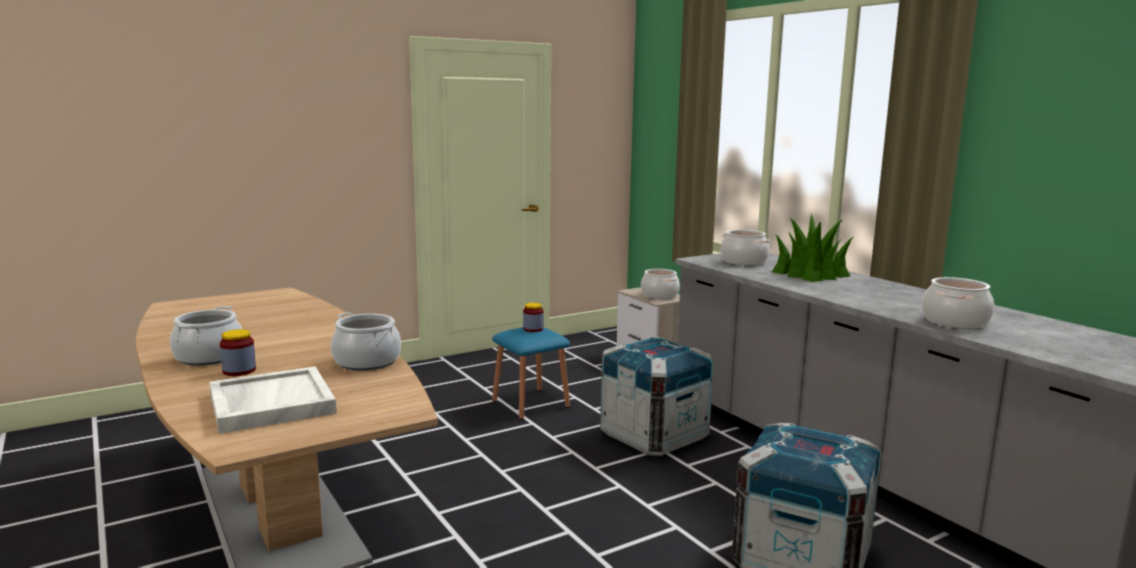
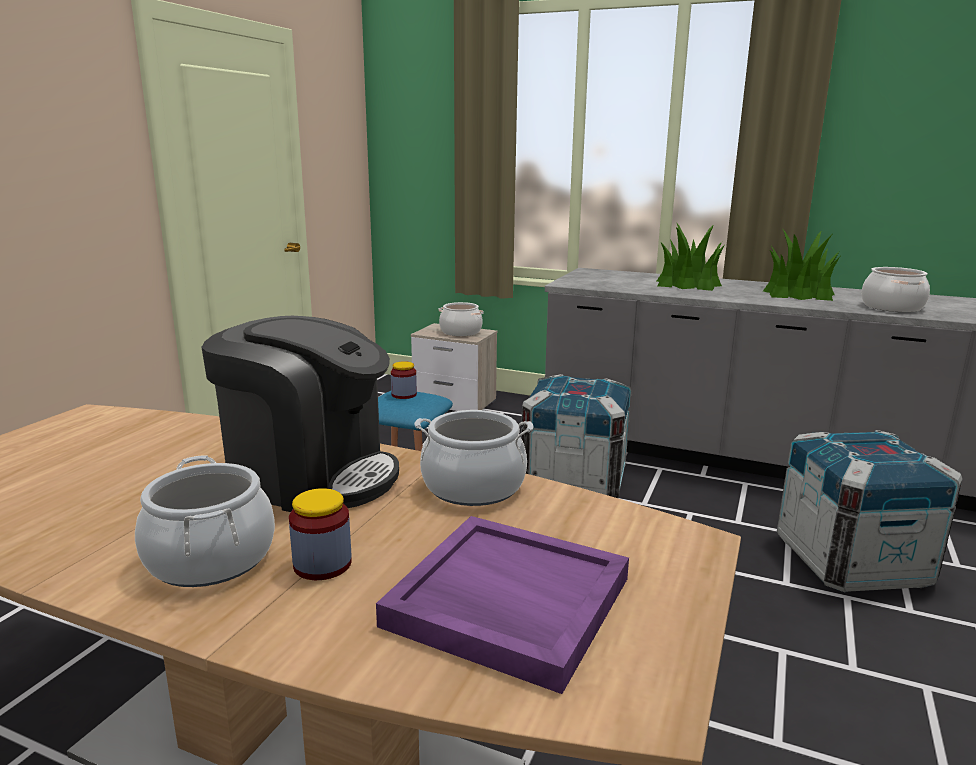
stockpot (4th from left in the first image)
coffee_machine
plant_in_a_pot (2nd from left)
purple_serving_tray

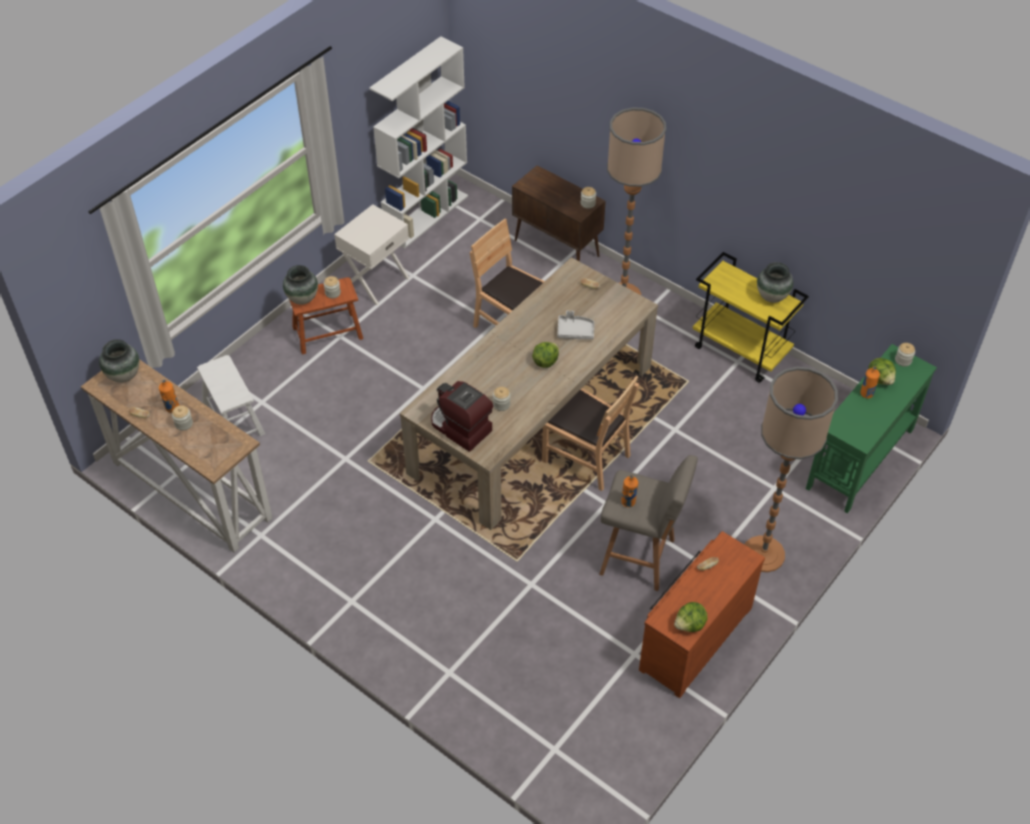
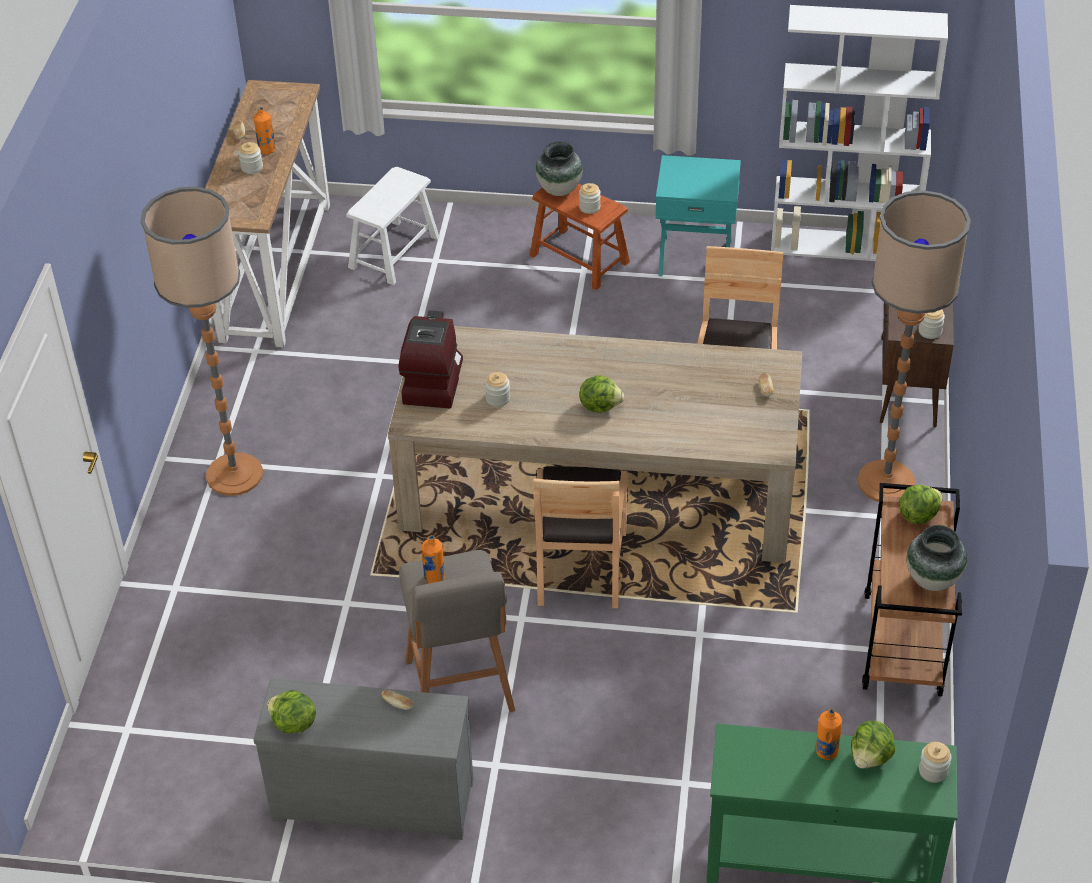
flower_vase (1st from left in the first image)
grey_serving_tray
lettuce_head (4th from left)
floor_lamp (1st from left)
turquoise-coloured_bedside_table
grey_dresser
brownish_wheeled_cart

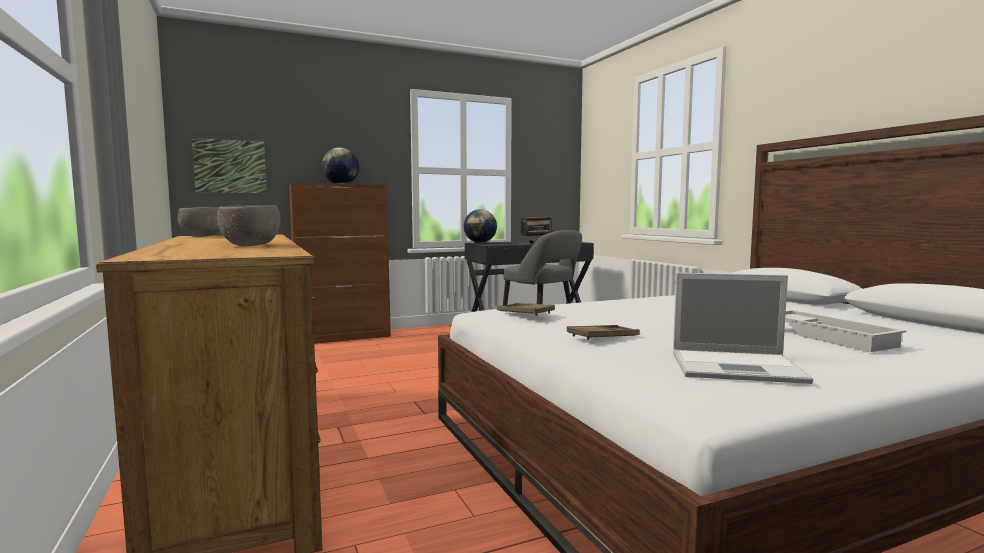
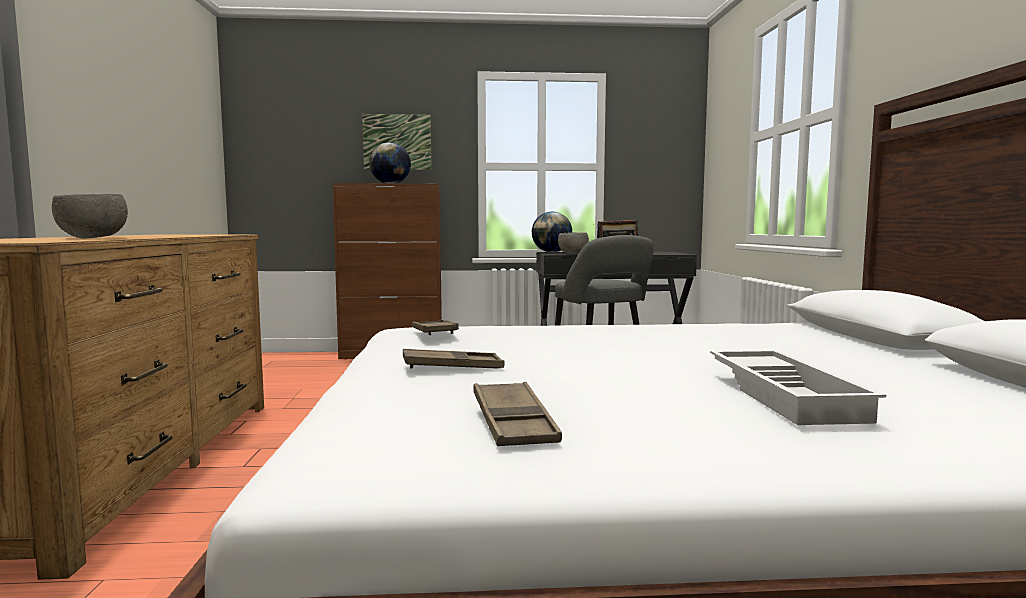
grey_bowl (2nd from left)
picture
brownish_serving_tray (3rd from left)

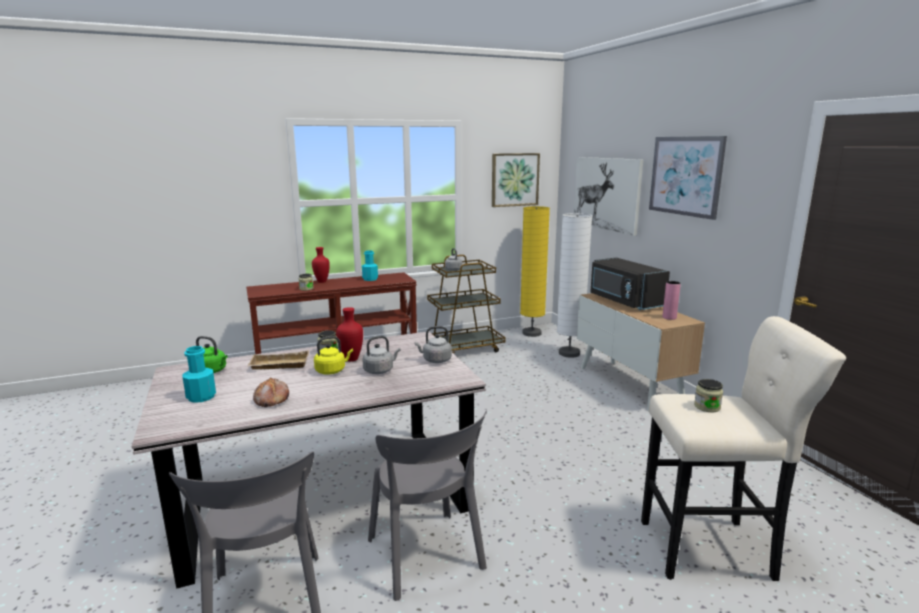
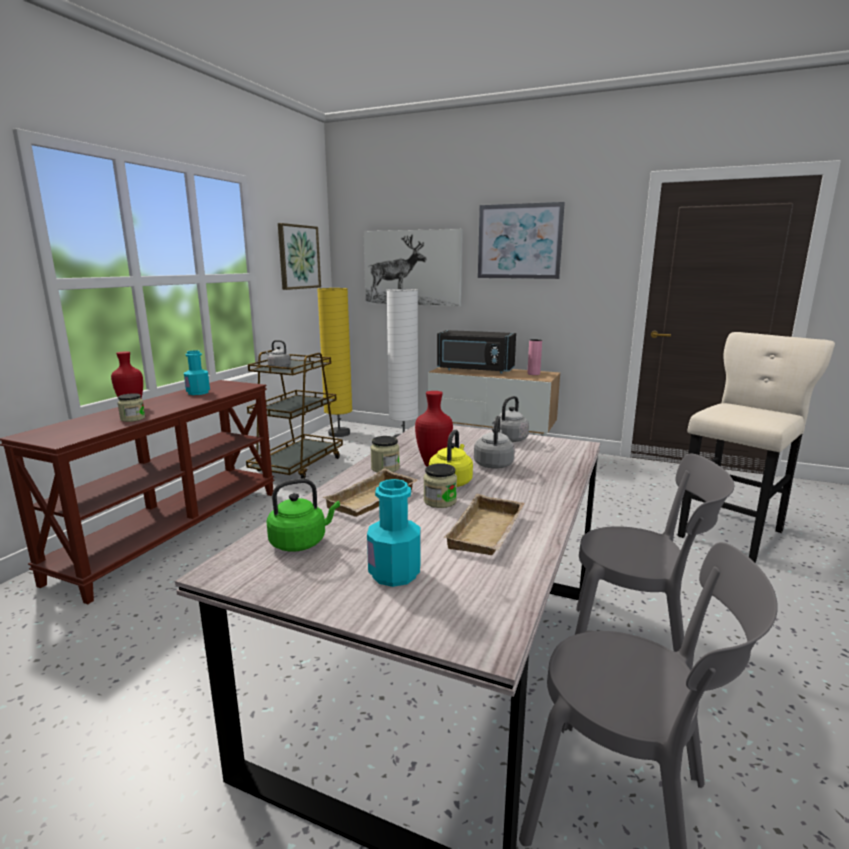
preserve_jar (3rd from left)
beige_serving_tray (2nd from left)

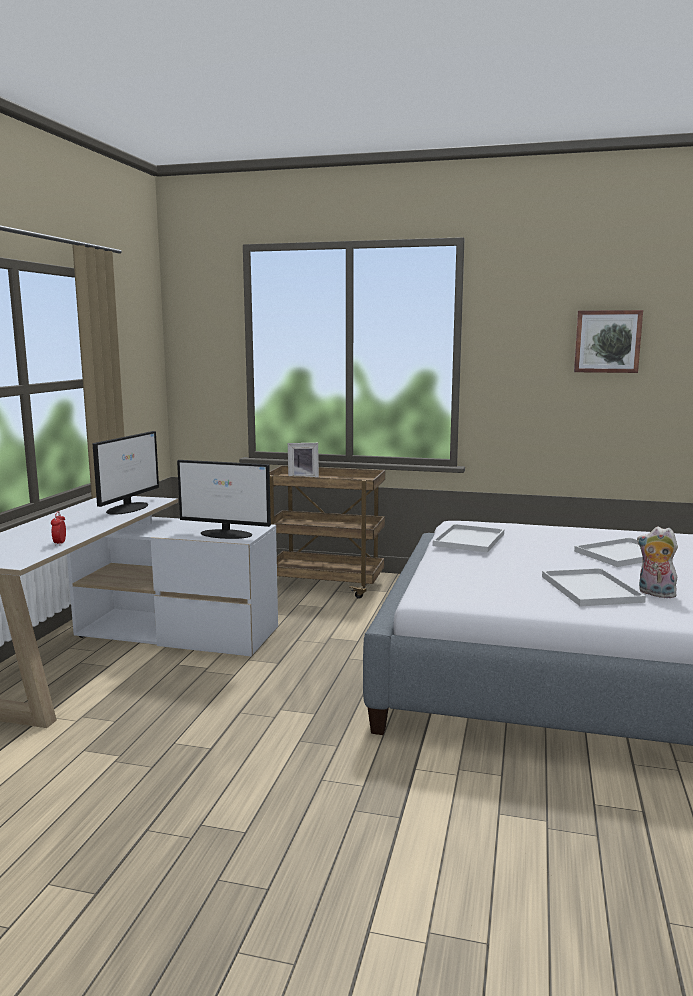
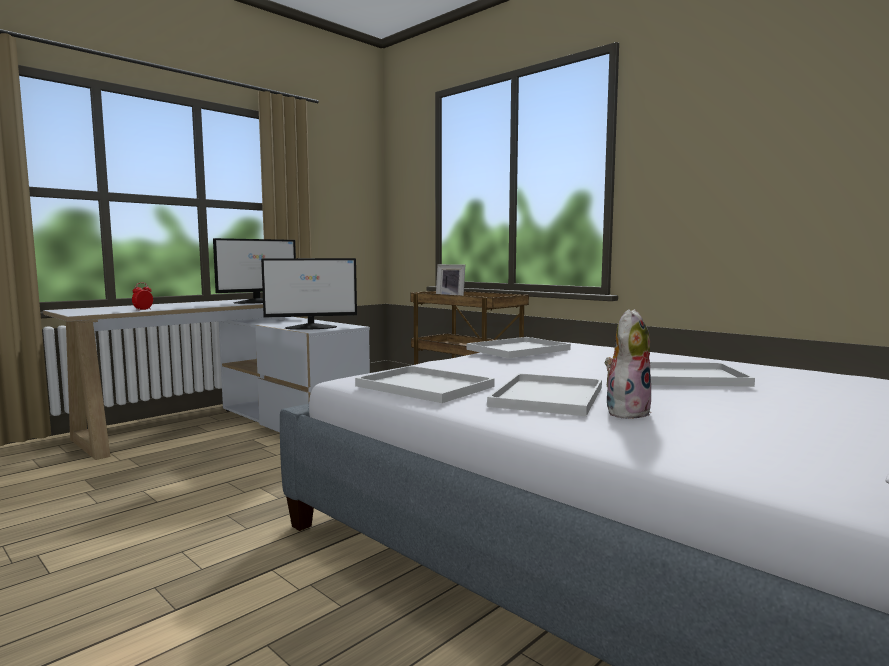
picture
white-coloured_serving_tray (1st from left)
monitor (2nd from left)
cuddly_toy

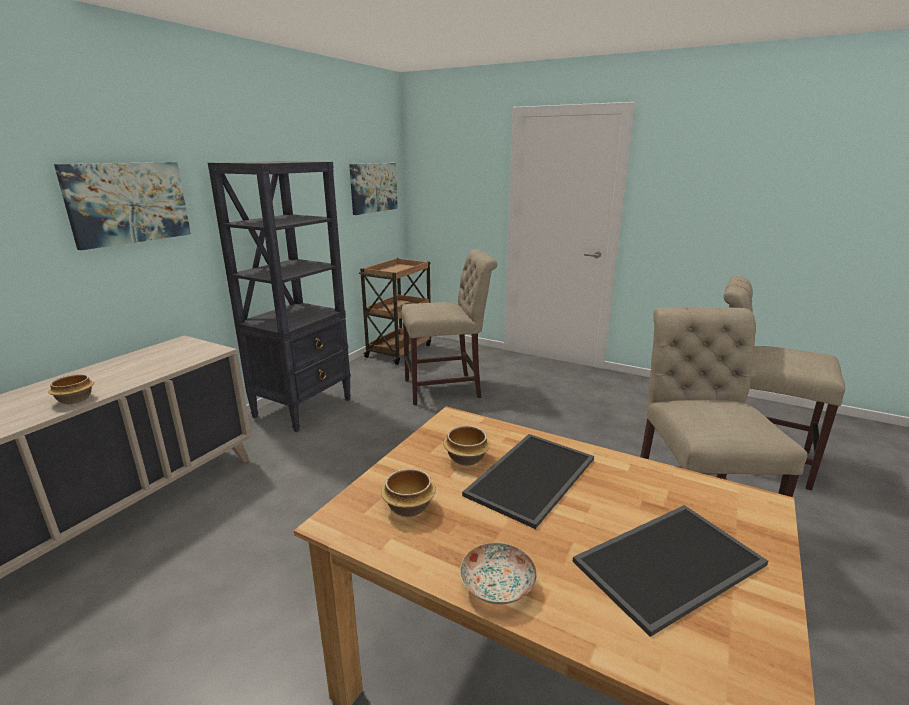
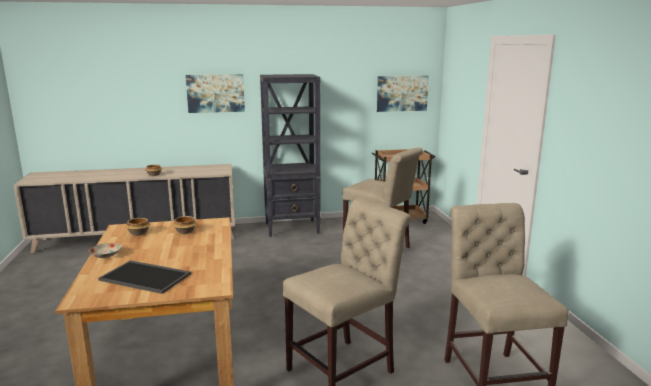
serving_tray (1st from left in the first image)

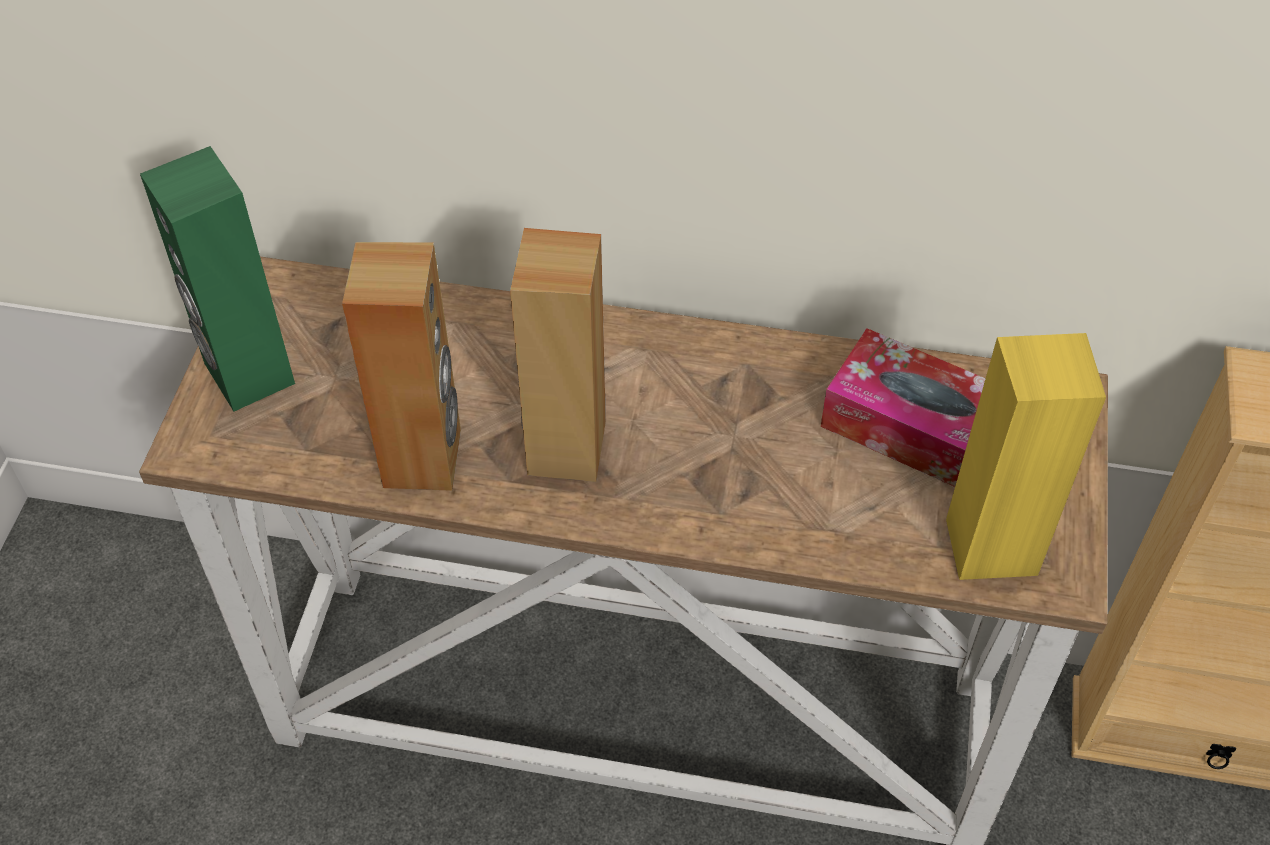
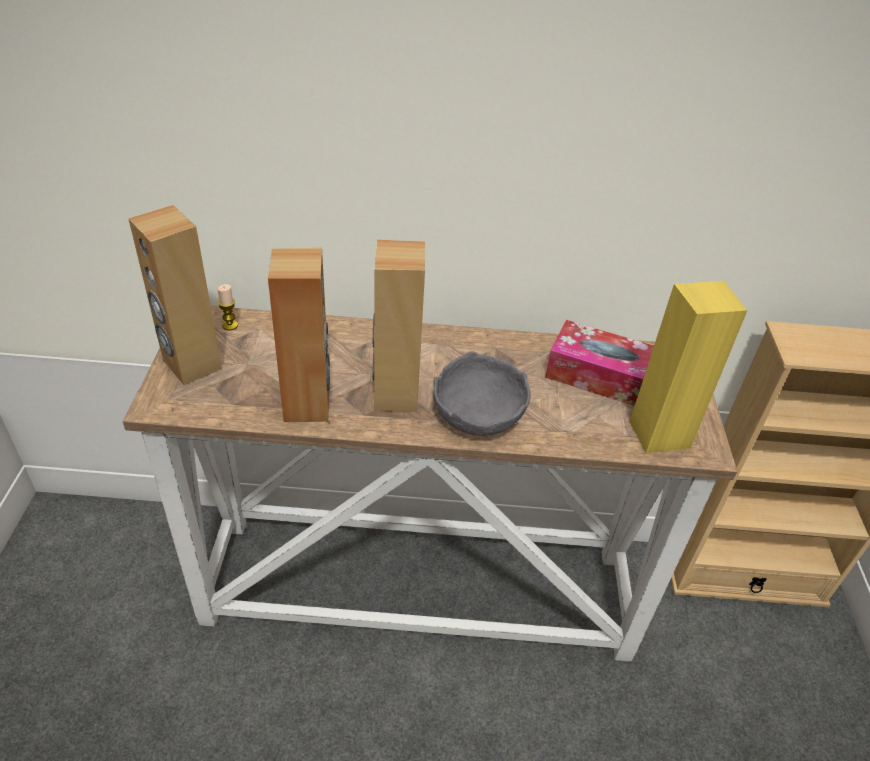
wax_candle
grey_bowl
brownish_audio_speaker (1st from left)

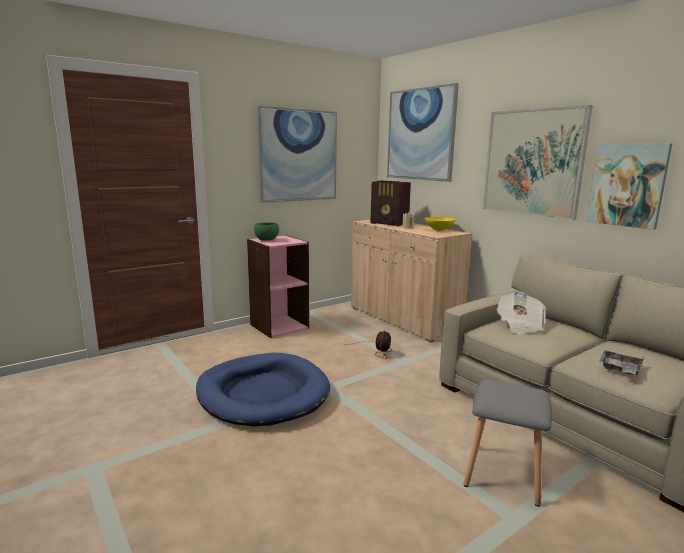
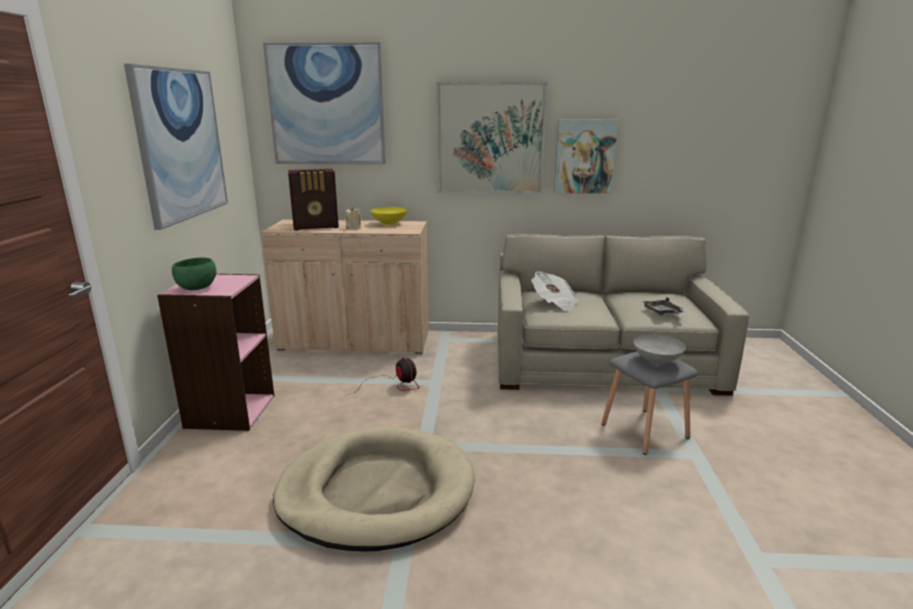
grey_bowl
beige_dog_cushion

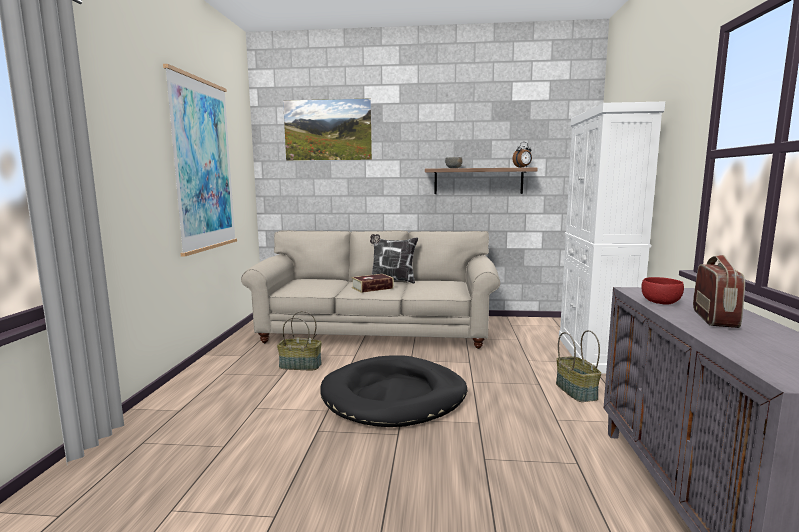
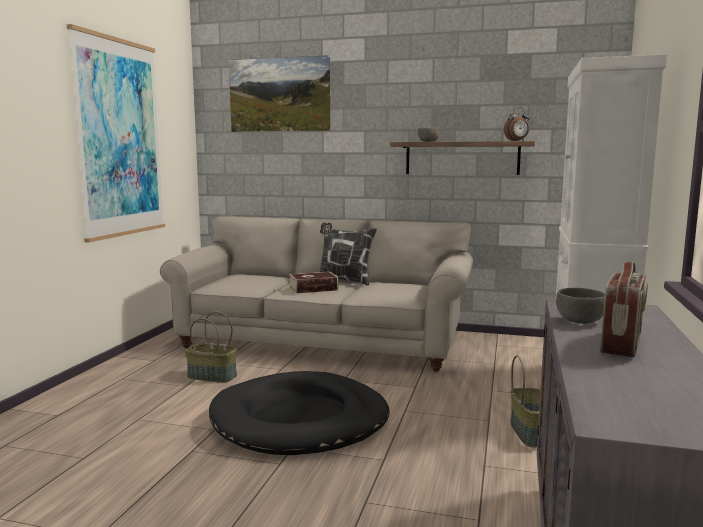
grey_bowl (2nd from left)

